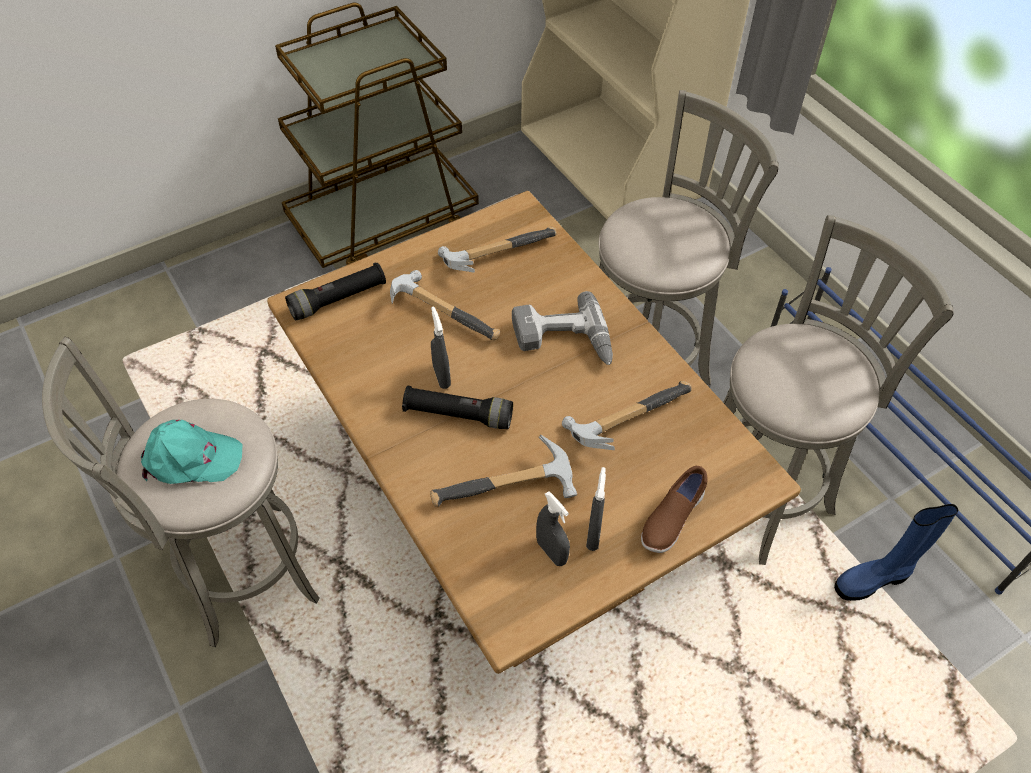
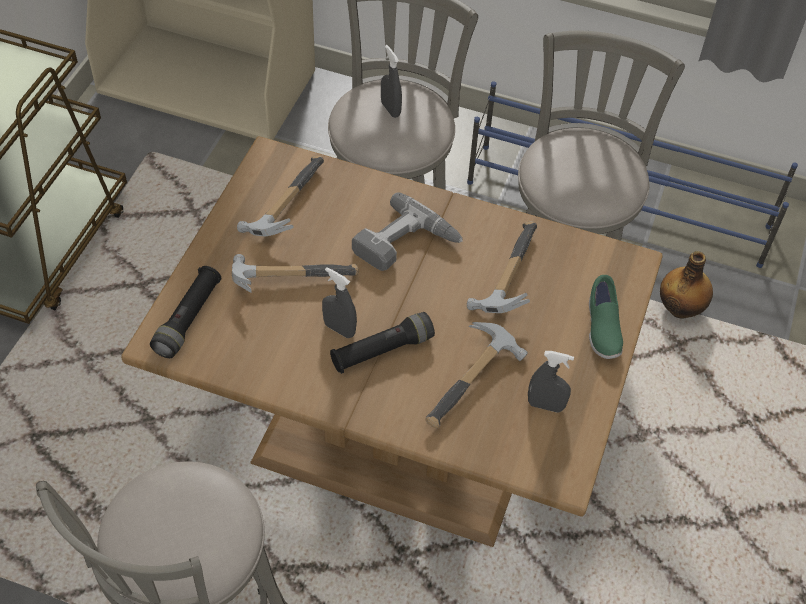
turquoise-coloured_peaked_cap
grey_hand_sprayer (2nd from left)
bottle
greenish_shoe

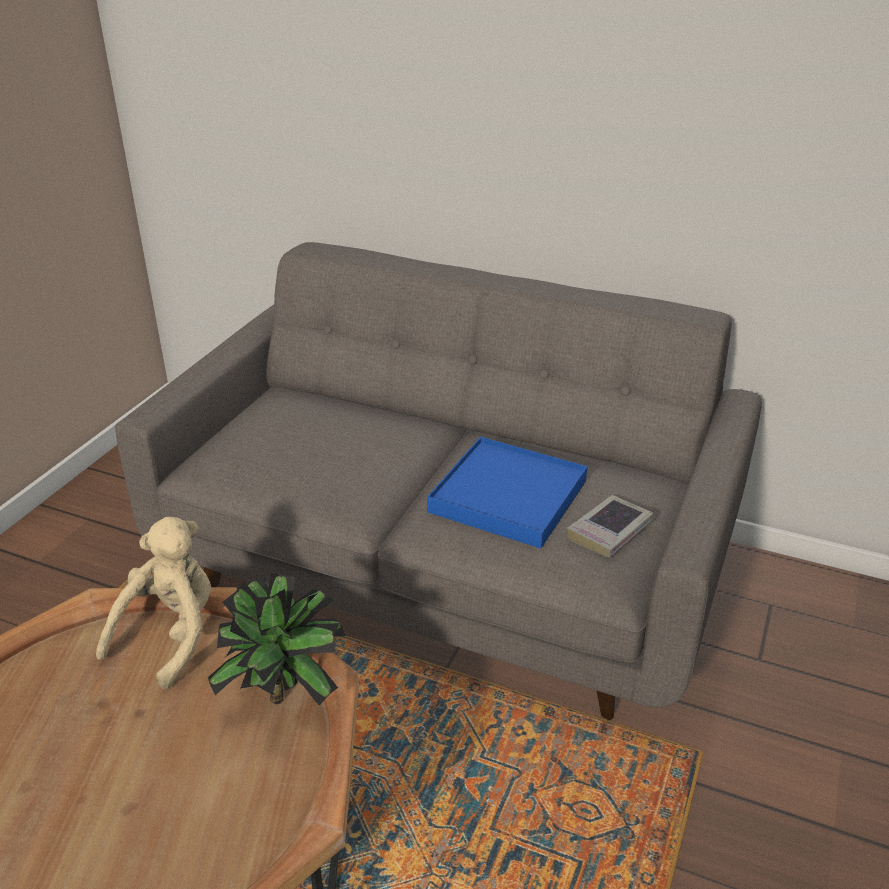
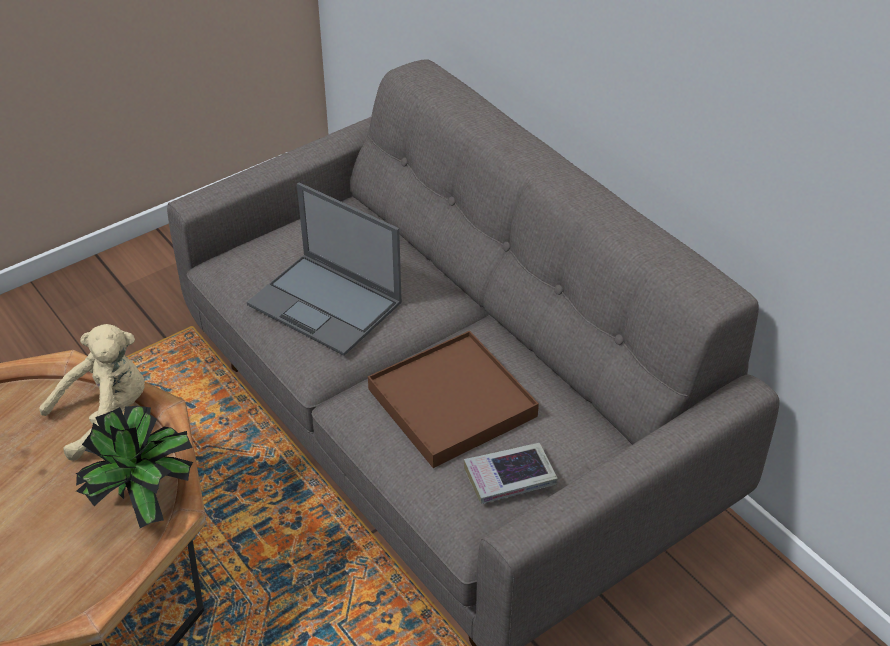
laptop
brownish_serving_tray

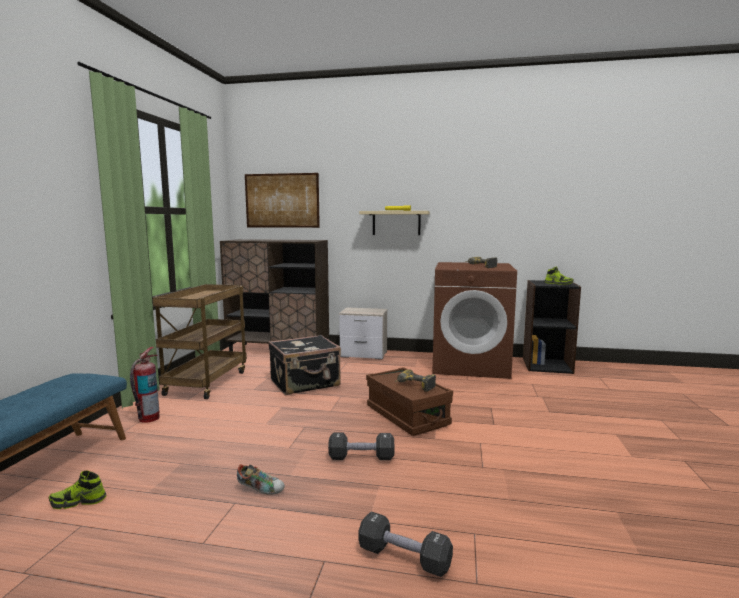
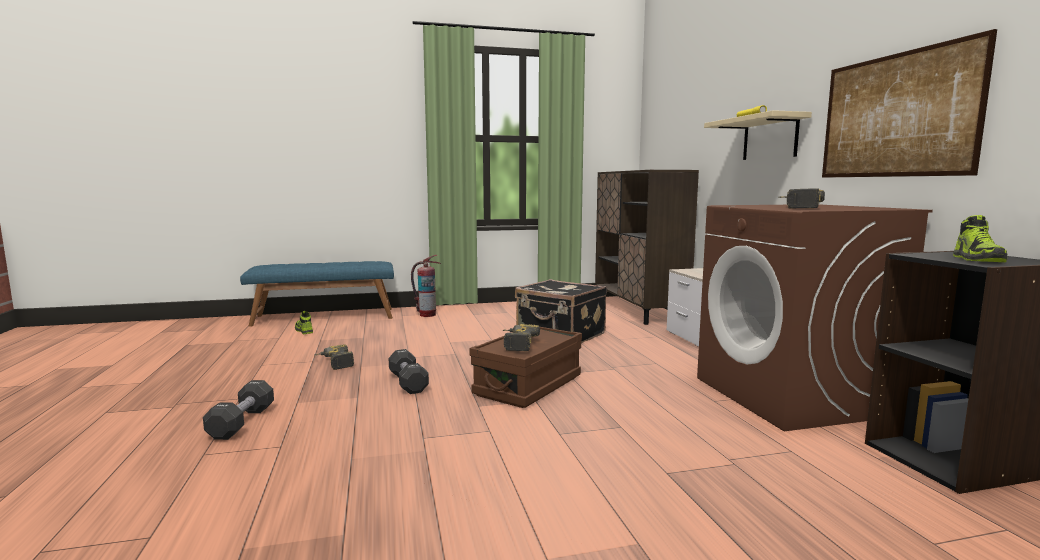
brownish_wheeled_cart
picture
power_drill (1st from left)

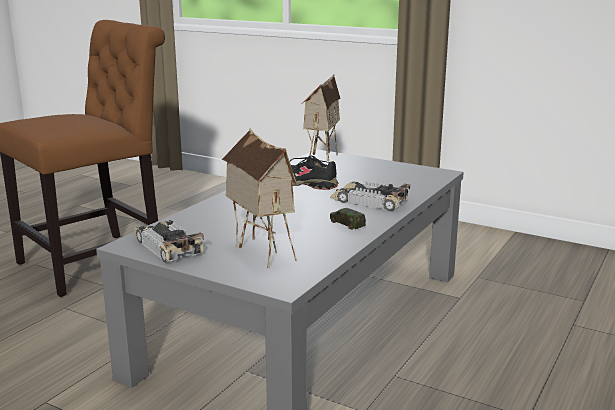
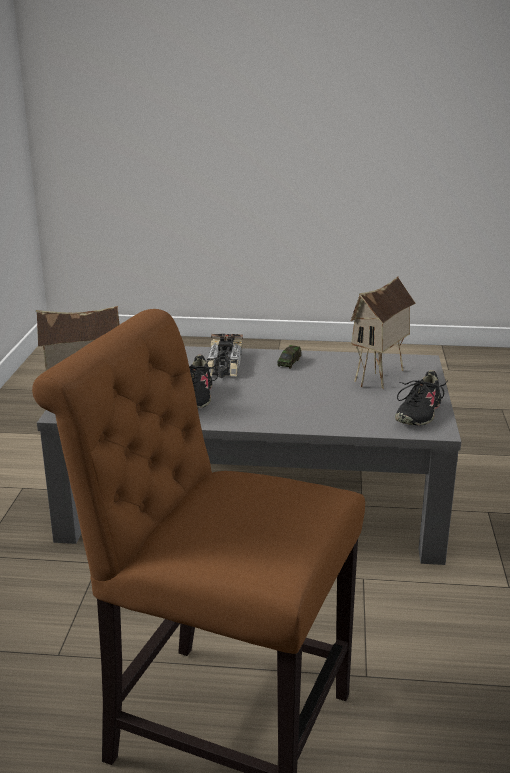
blackish_shoe (2nd from left)

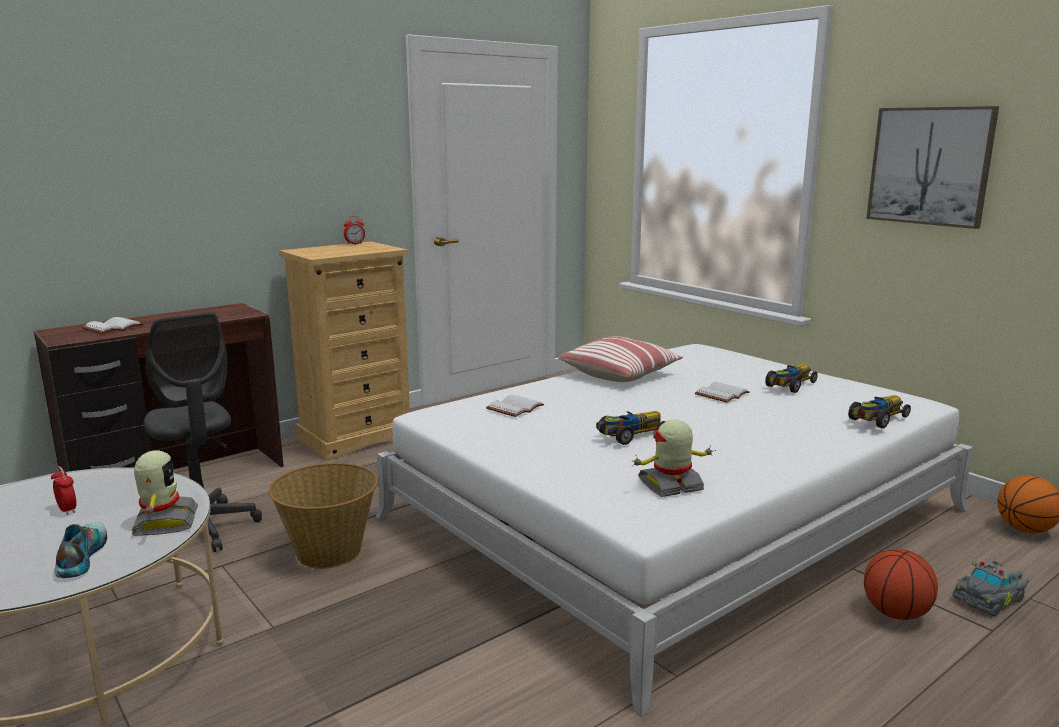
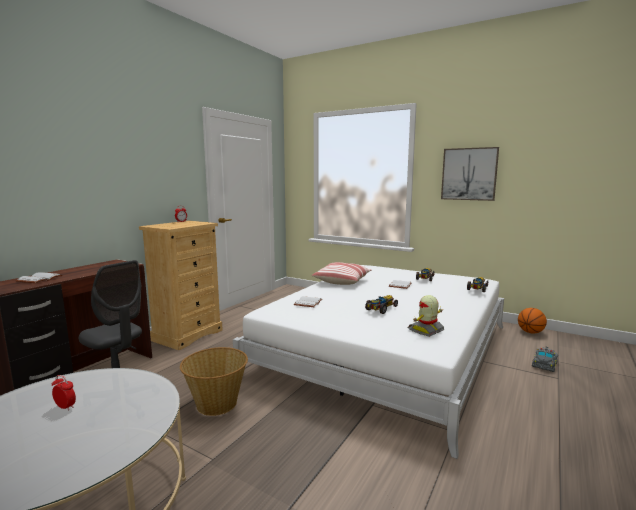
shoe
toy_robot (1st from left in the first image)
ball_for_basketball (1st from left in the first image)

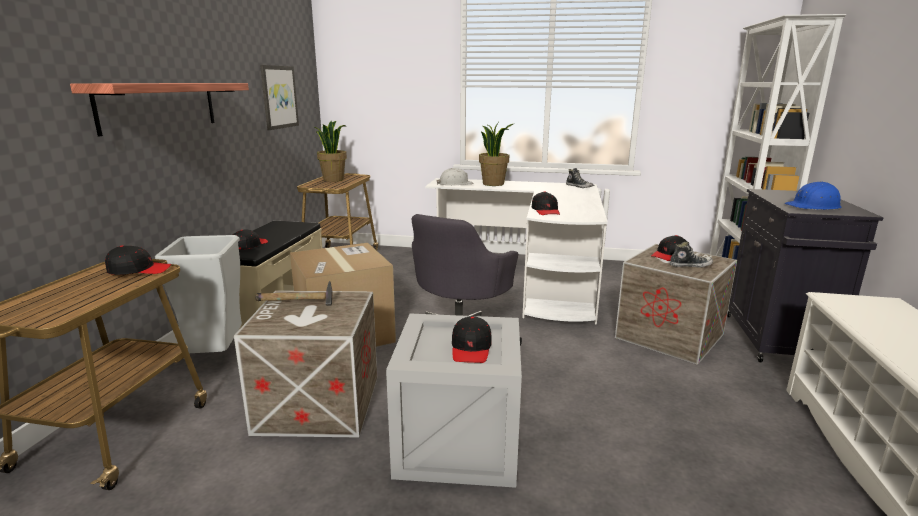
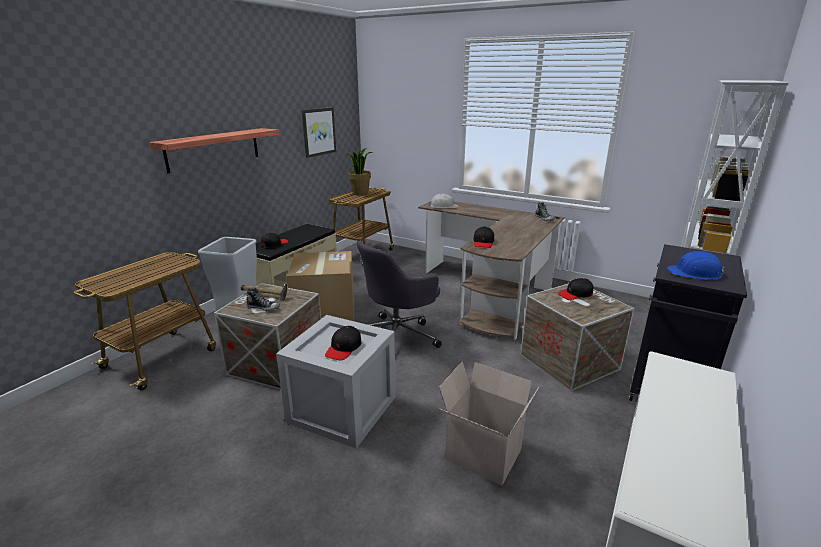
blackish_peaked_cap (1st from left in the first image)
plant_in_a_pot (2nd from left in the first image)
cardboard_box (2nd from left)
shoe (1st from left)
brownish_desk

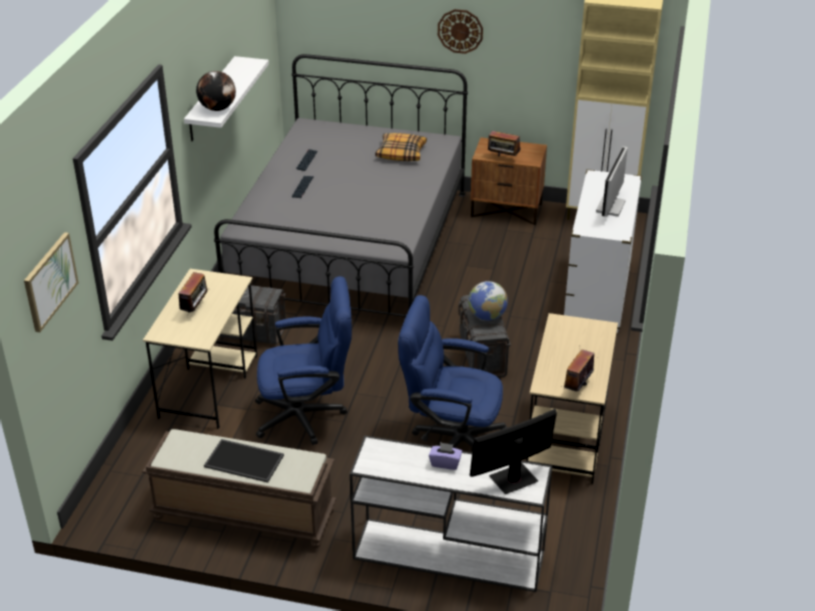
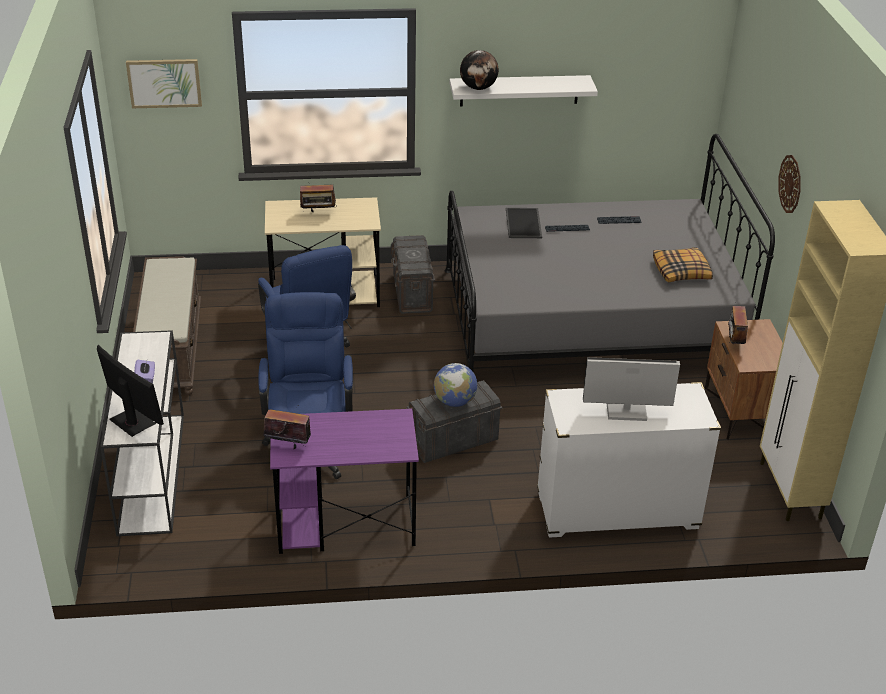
serving_tray
purple_desk

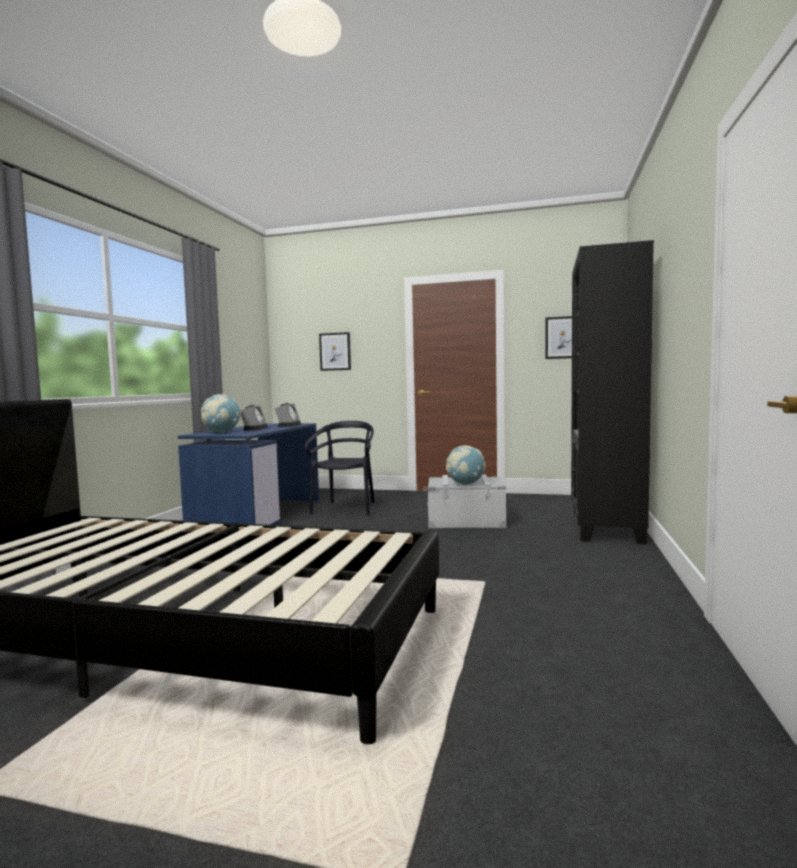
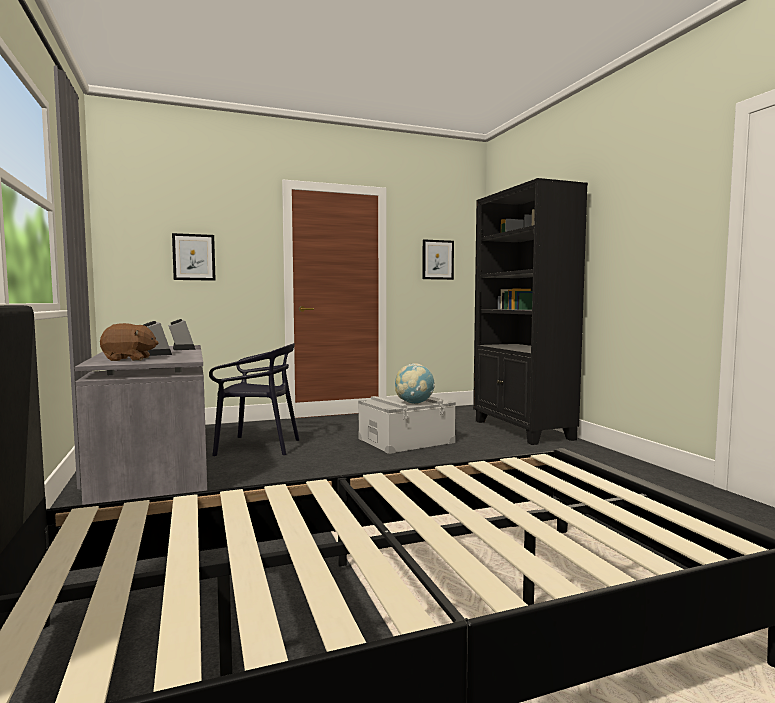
brownish_cuddly_toy
grey_desk
blackish_upright_chair

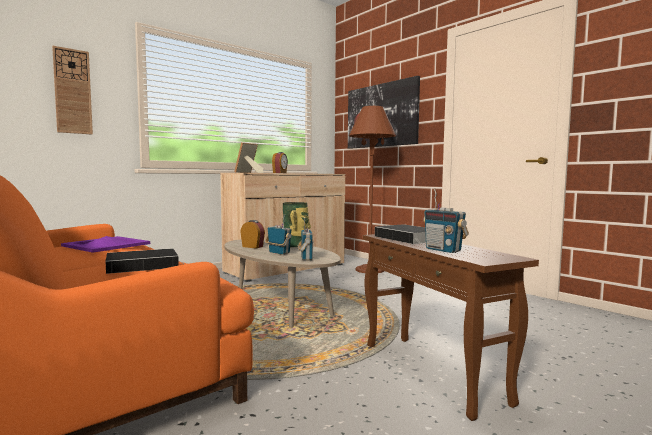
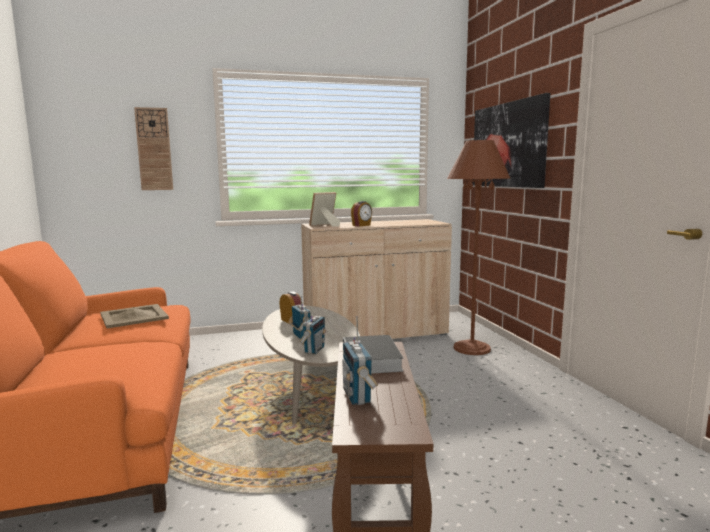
book (1st from left in the first image)
flower_vase
beige_serving_tray

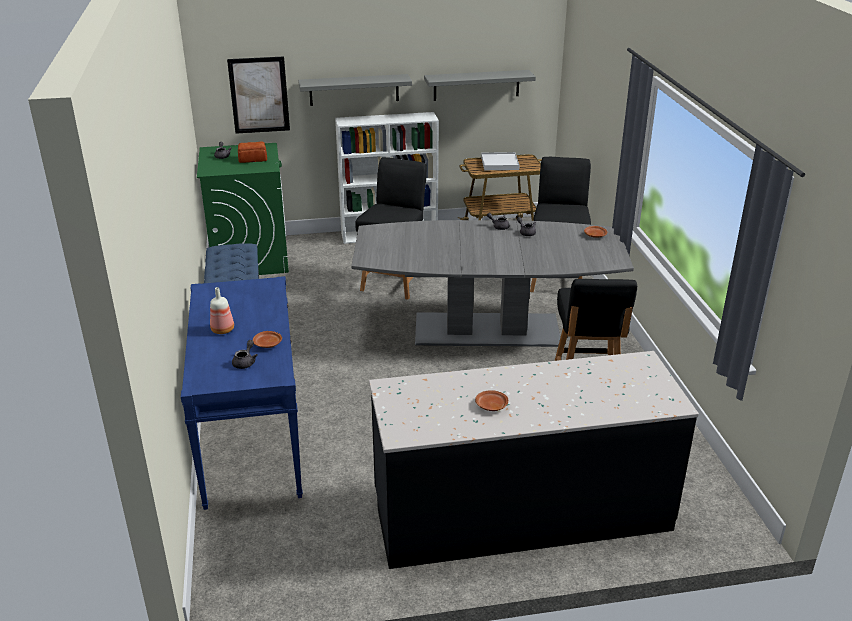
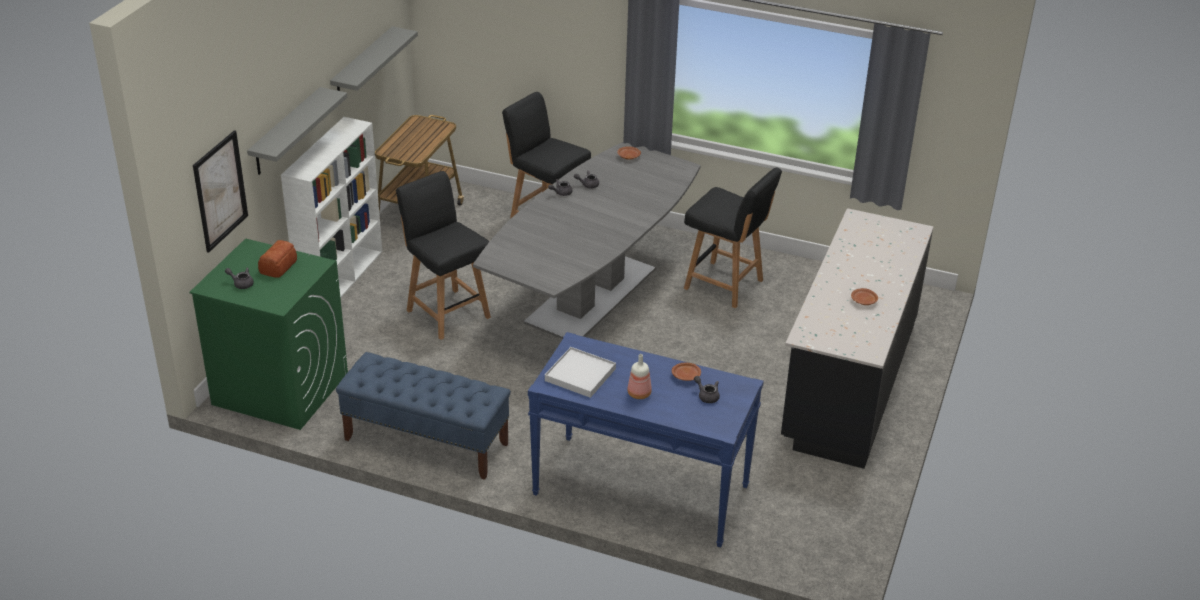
white-coloured_serving_tray

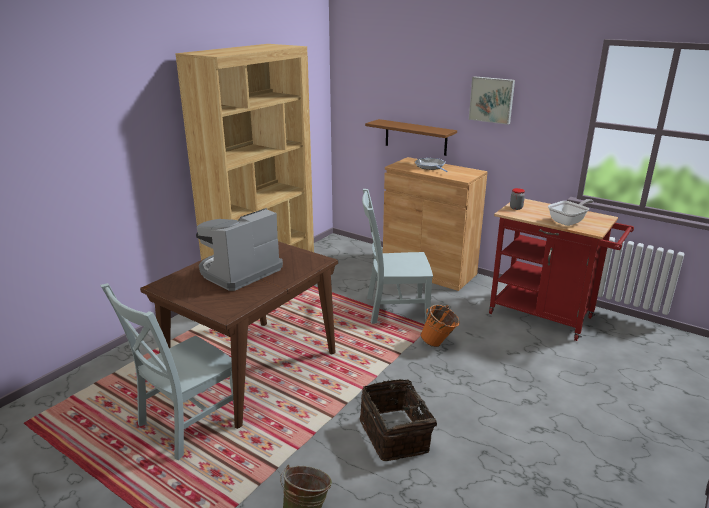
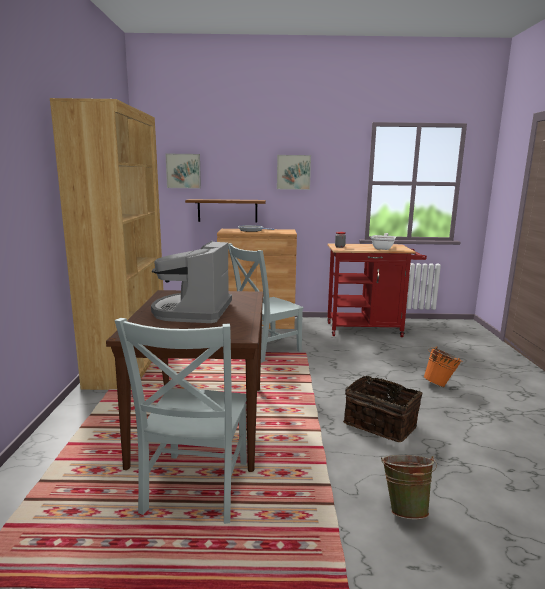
picture (1st from left)
orangey_pail

